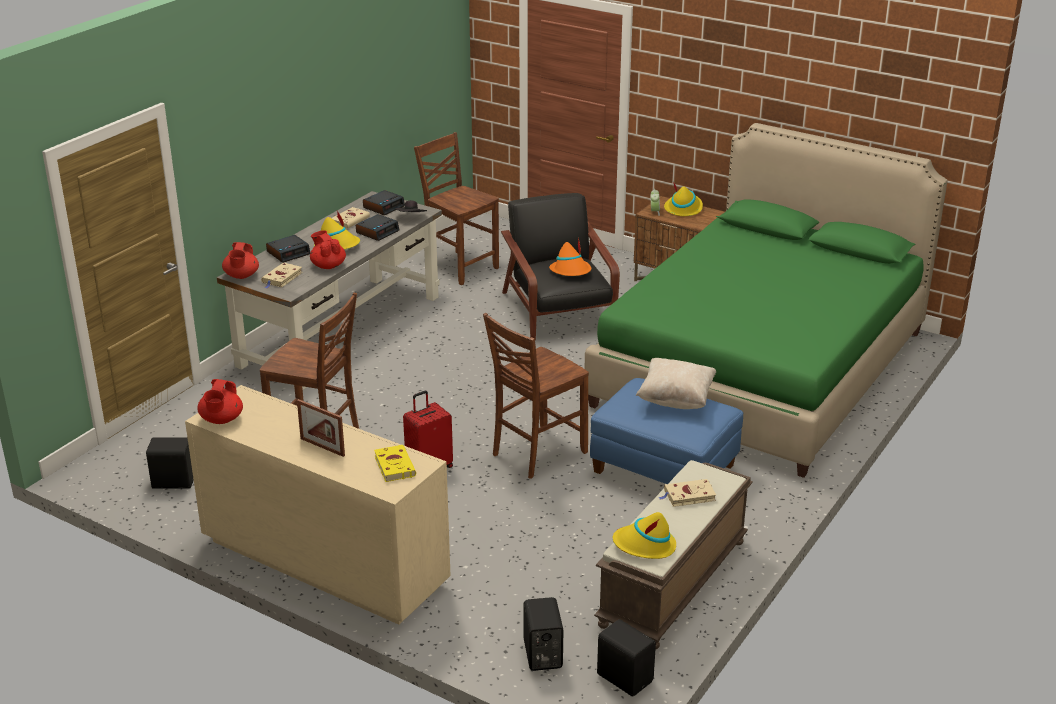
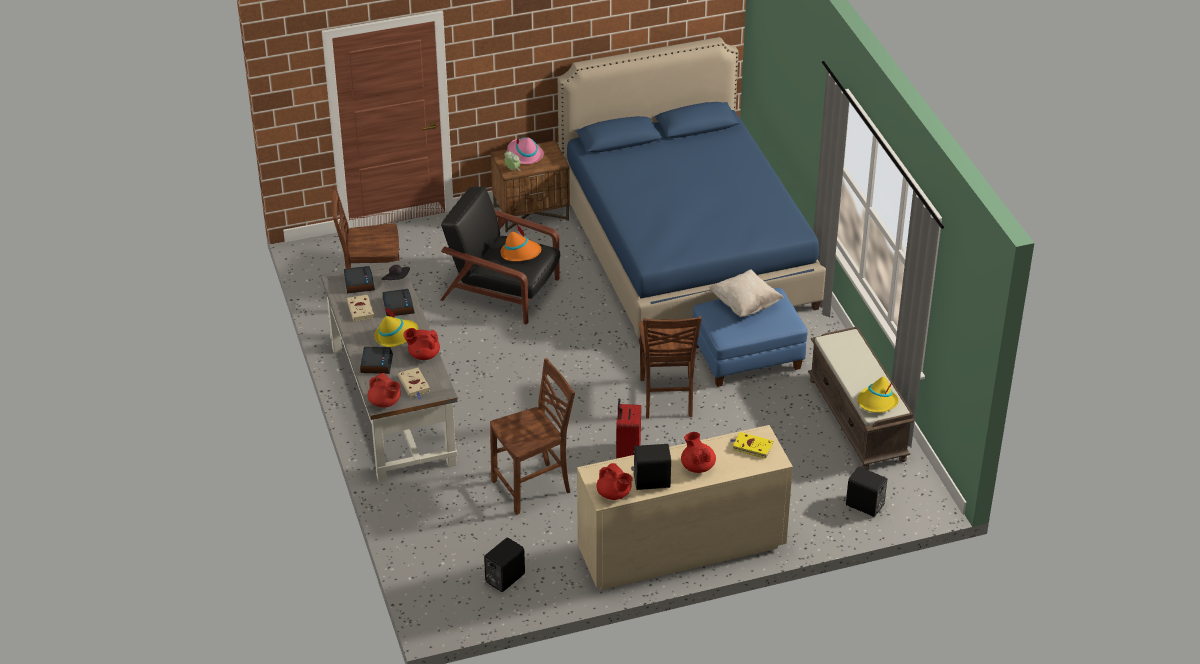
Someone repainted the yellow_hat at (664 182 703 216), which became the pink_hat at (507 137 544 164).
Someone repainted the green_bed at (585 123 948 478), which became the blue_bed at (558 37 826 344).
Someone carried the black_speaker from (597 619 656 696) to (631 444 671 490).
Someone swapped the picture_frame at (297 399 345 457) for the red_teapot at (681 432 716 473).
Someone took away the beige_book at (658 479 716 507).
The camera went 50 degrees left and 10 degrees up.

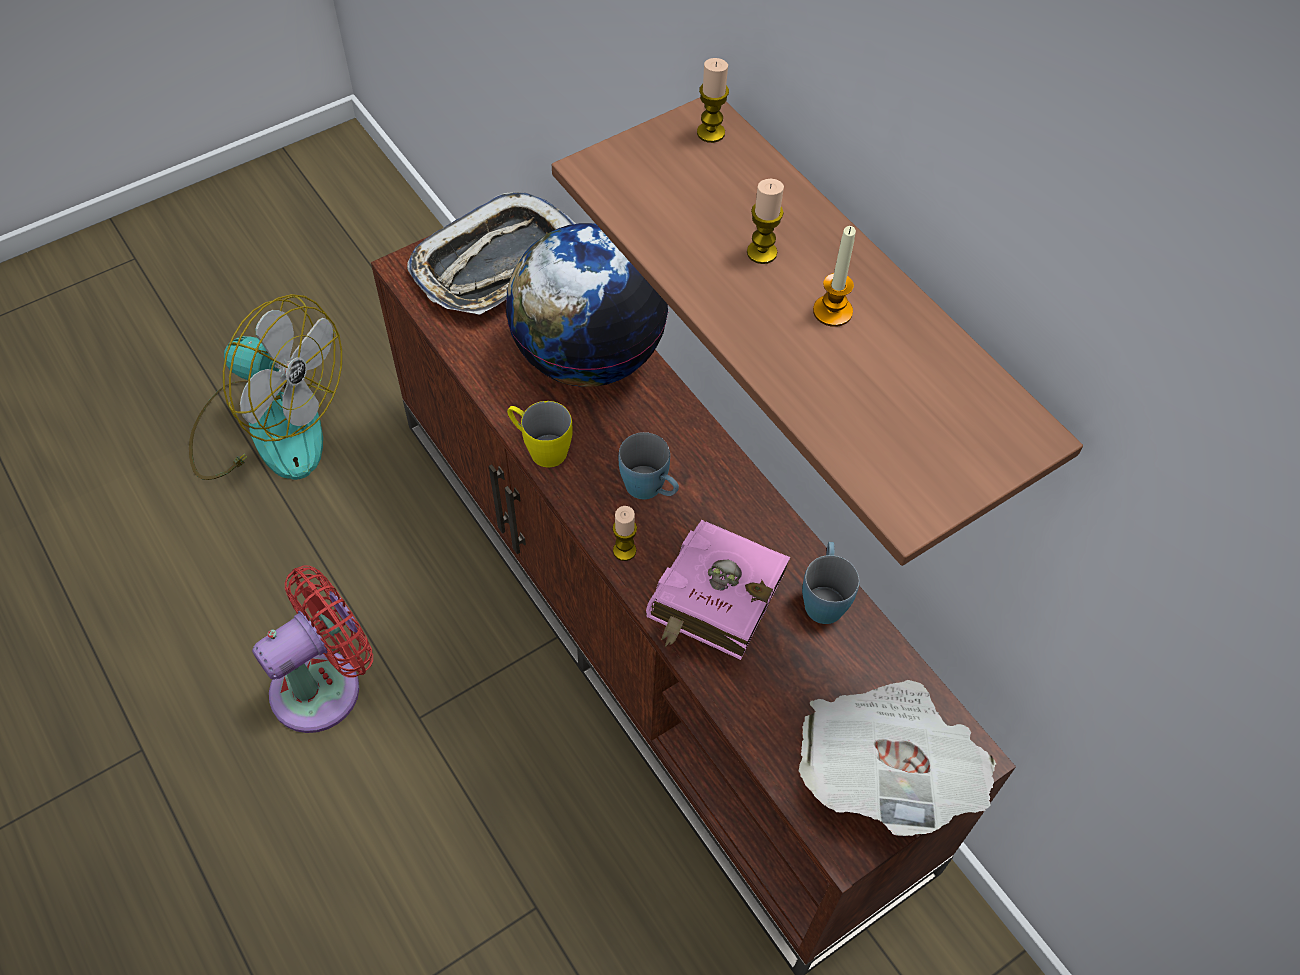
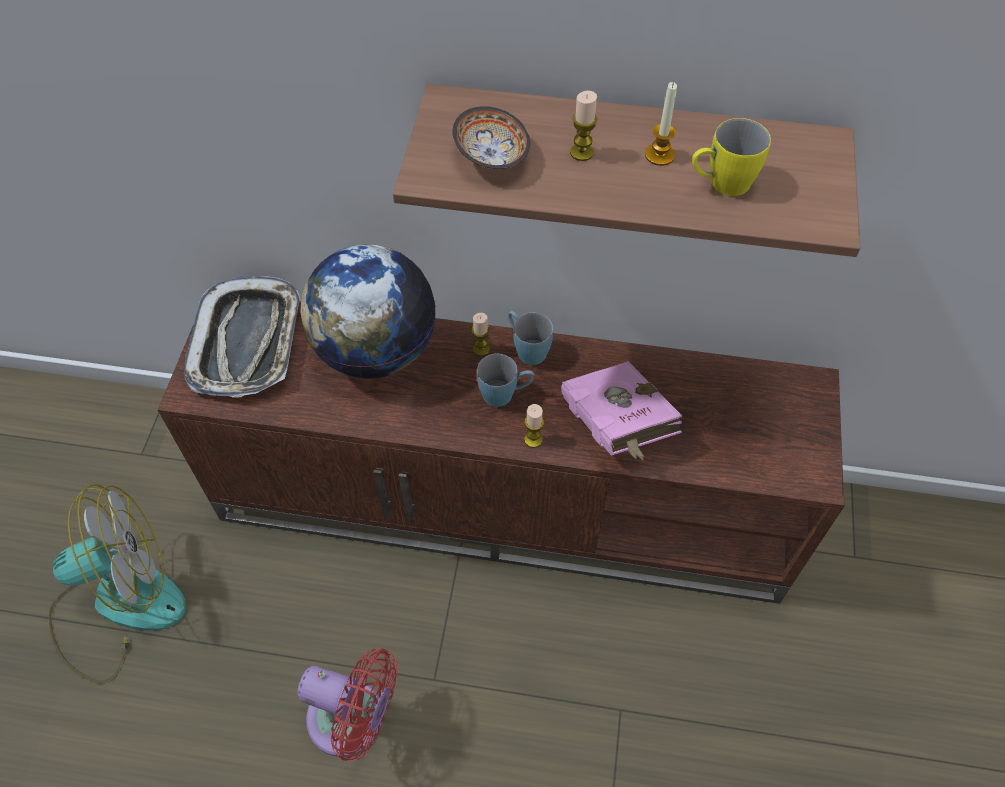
Someone rotated the red_fan at (252 566 373 733) by 105 degrees clockwise.
Someone put down the bowl at (452 106 530 169).
Someone carried the candle from (697 58 729 143) to (472 313 490 356).
Someone carried the blue_mug from (802 542 859 624) to (508 311 553 365).
Someone carried the yellow_mug from (507 401 572 467) to (692 118 771 196).
Someone took away the newspaper at (799 680 996 836).
The camera went 45 degrees left and 0 degrees up.

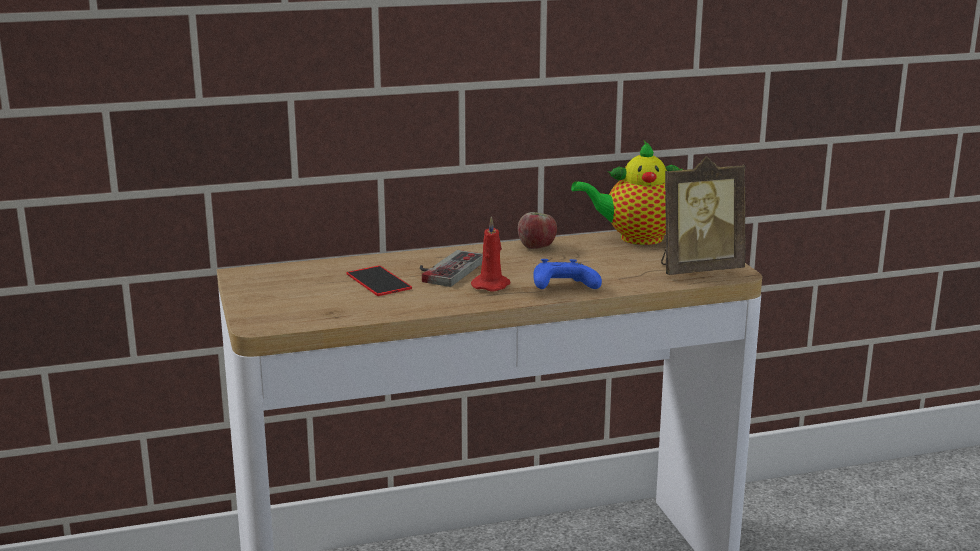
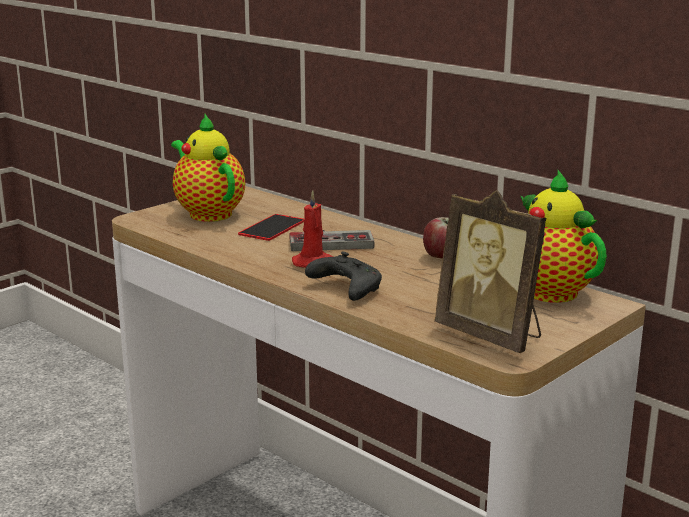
Someone put down the teapot at (171 114 245 222).
Someone repainted the blue_game_controller at (533 259 602 289), which became the black_game_controller at (305 252 382 301).
The camera went 60 degrees right and 0 degrees up.

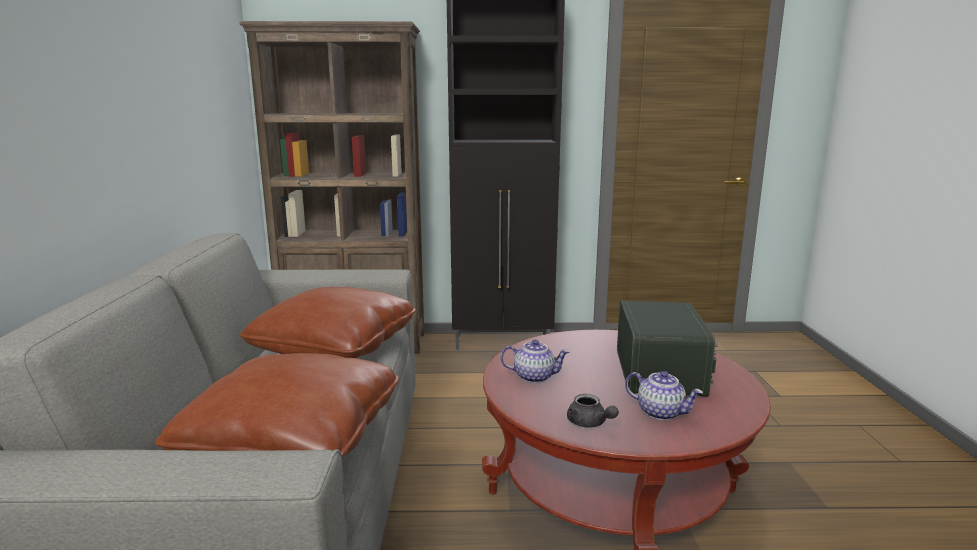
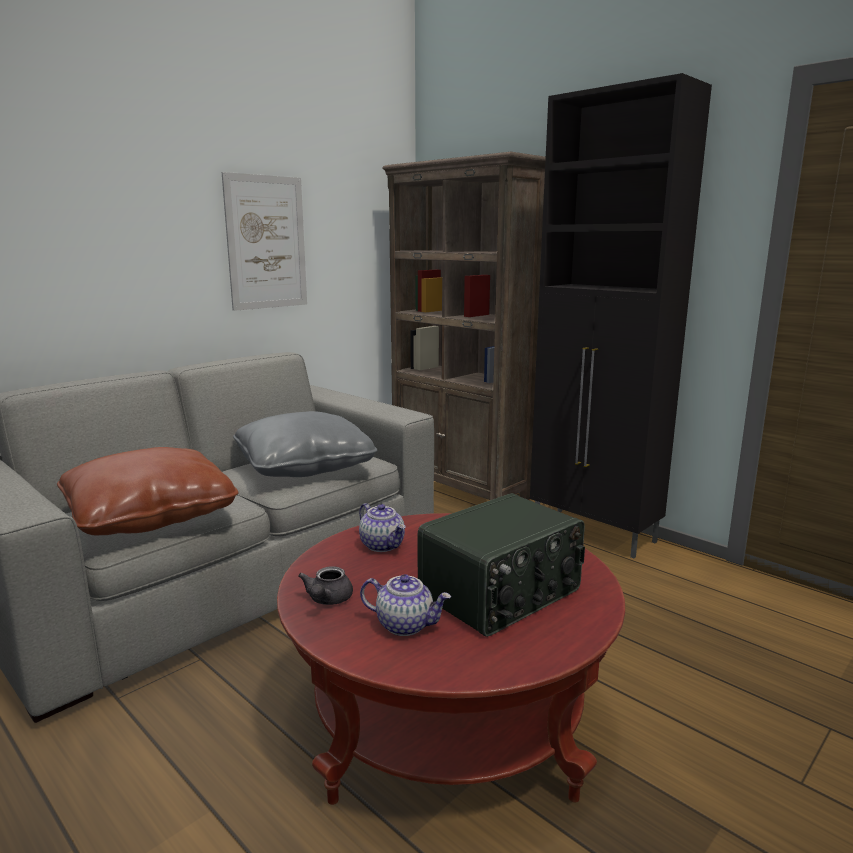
Someone put up the picture at (222 172 307 311).
Someone repainted the brown_pillow at (240 287 416 358), which became the grey_pillow at (233 411 377 477).
Someone rotated the teapot at (625 371 703 420) by 60 degrees counterclockwise.
The camera went 45 degrees right and 0 degrees up.

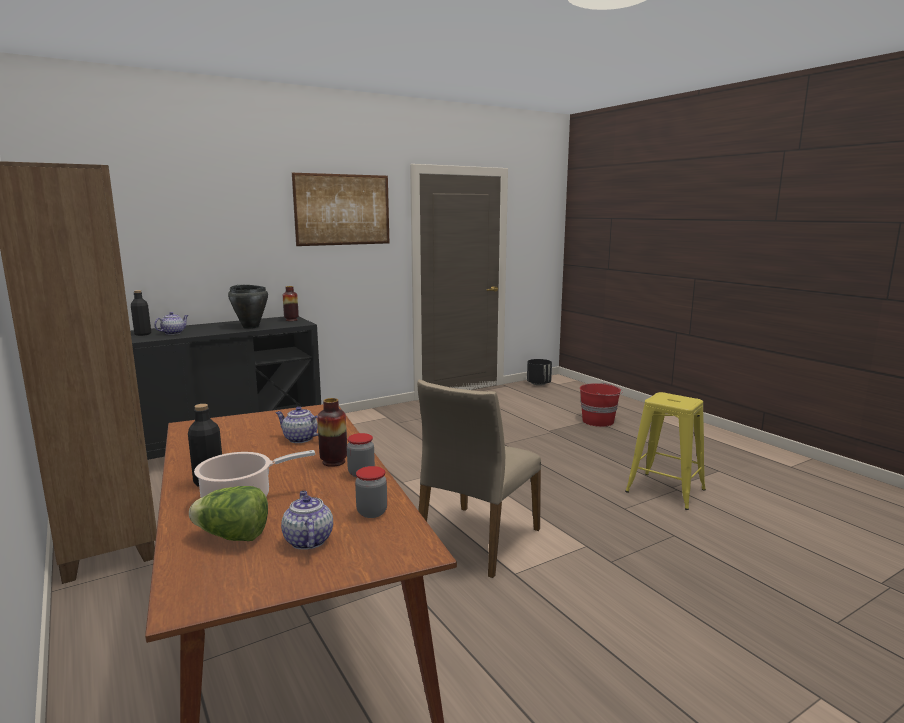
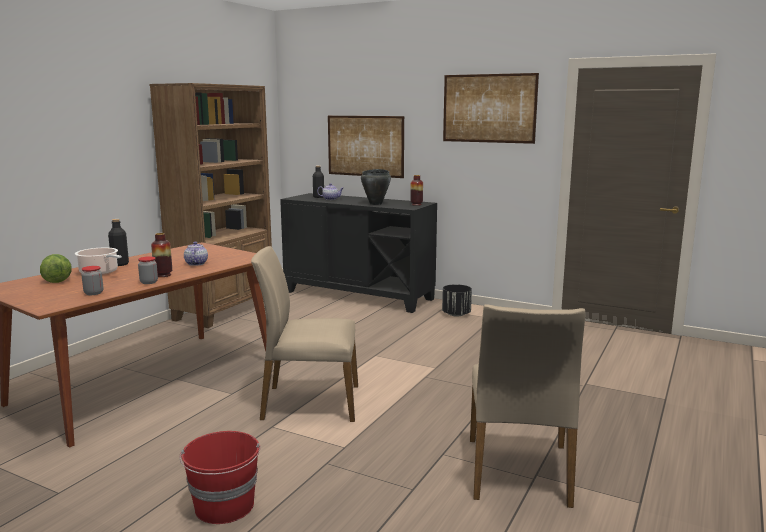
Someone carried the red_bucket from (580 382 623 427) to (179 431 260 524).
Someone put up the picture at (328 116 404 178).
Someone carried the black_planter from (527 359 552 386) to (442 284 472 317).
Someone swapped the yellow_stool at (625 392 706 510) for the beige_chair at (470 304 585 508).
Someone took away the teapot at (281 491 333 550).
The camera went 60 degrees right and 0 degrees up.

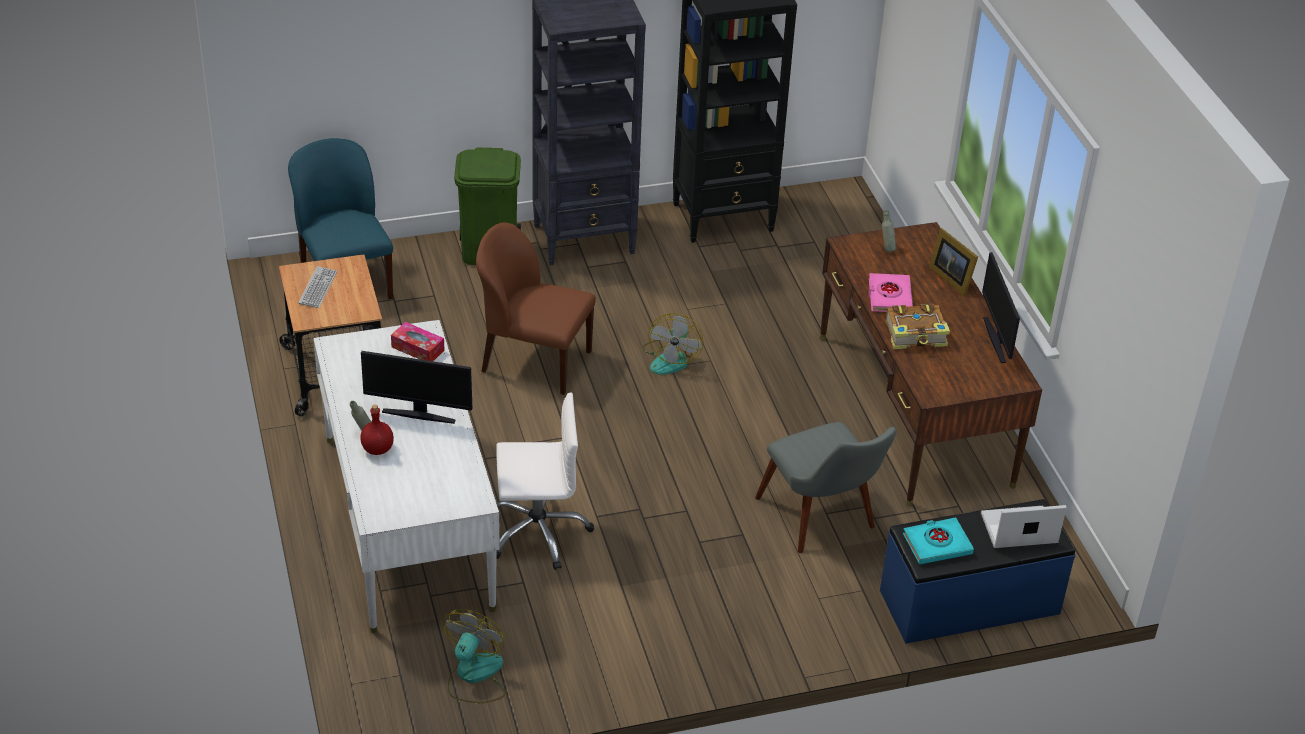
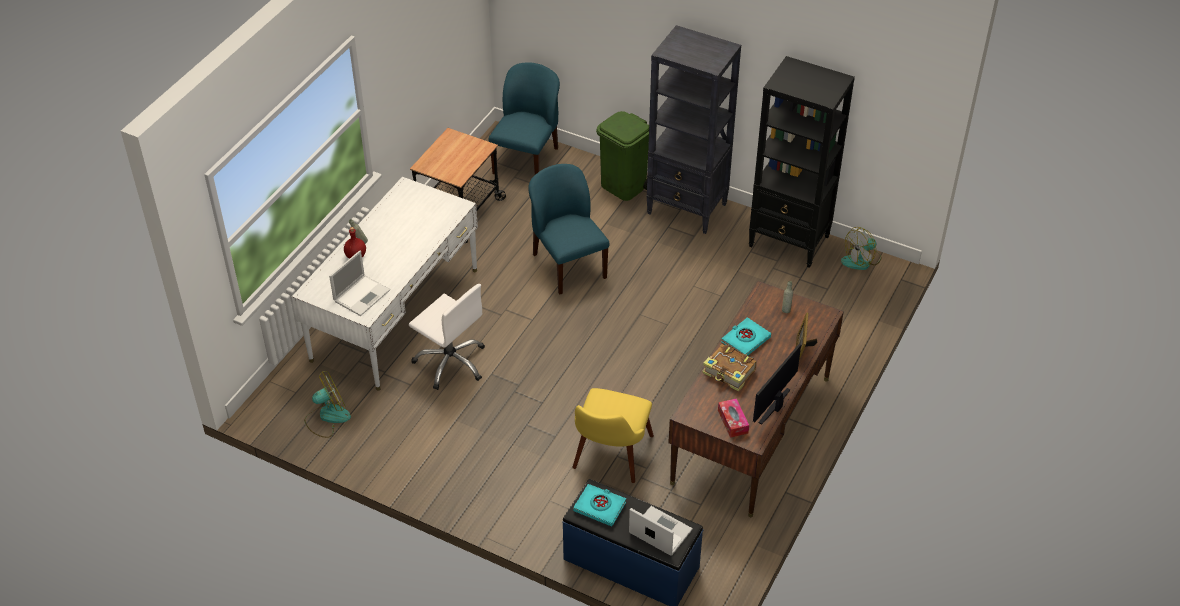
Someone put down the laptop at (329 250 390 316).
Someone repainted the brown_chair at (476 222 596 395), which became the blue_chair at (528 164 610 295).
Someone repainted the grey_chair at (755 422 897 553), which became the yellow_chair at (572 388 654 483).
Someone carried the tissue_box from (391 322 445 361) to (718 398 749 438).
Someone repainted the pink_book at (869 273 913 312), which became the turquoise_book at (721 317 771 355).
Someone carried the fan from (643 313 703 375) to (841 227 882 270).
Someone took away the keyboard at (299 266 337 308).
Someone took away the monitor at (361 351 473 424).
The camera went 45 degrees right and 5 degrees up.

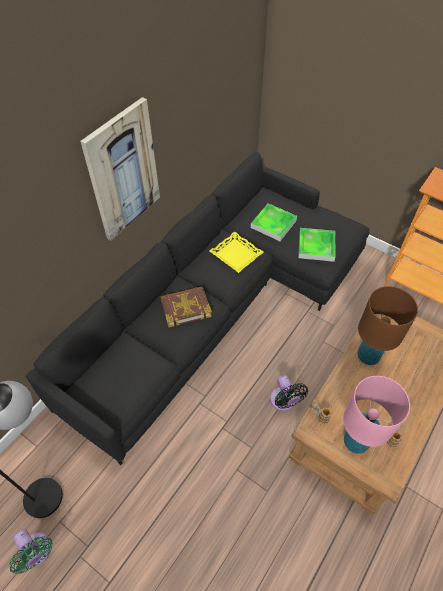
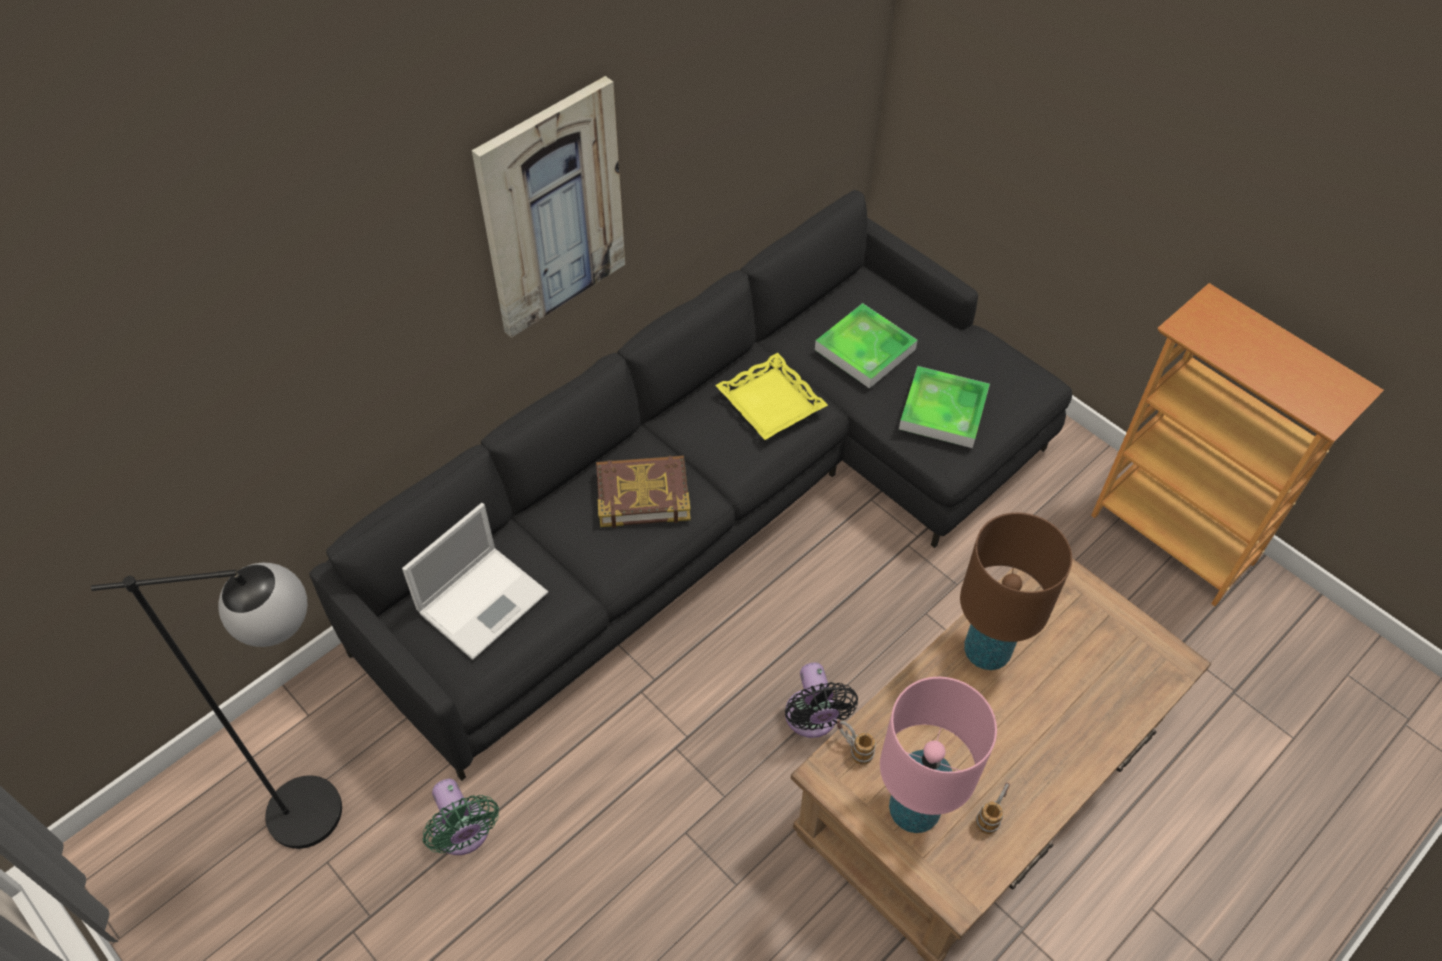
Someone put down the laptop at (402 503 548 660).
Someone carried the green_fan from (9 529 53 574) to (423 779 499 855).
The camera went 10 degrees right and 0 degrees up.

